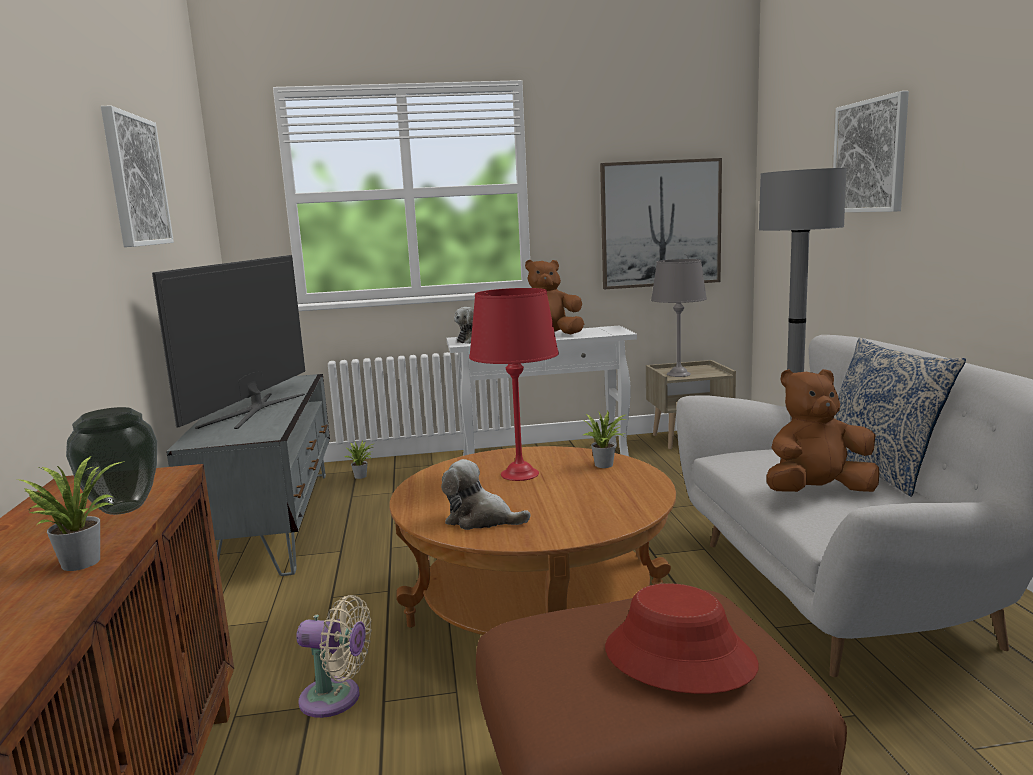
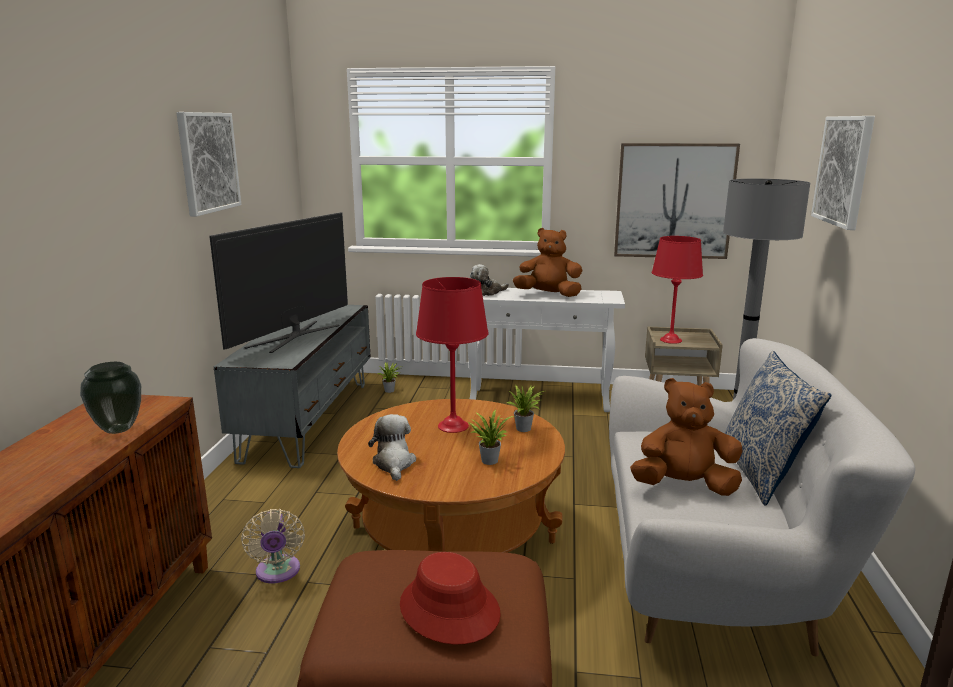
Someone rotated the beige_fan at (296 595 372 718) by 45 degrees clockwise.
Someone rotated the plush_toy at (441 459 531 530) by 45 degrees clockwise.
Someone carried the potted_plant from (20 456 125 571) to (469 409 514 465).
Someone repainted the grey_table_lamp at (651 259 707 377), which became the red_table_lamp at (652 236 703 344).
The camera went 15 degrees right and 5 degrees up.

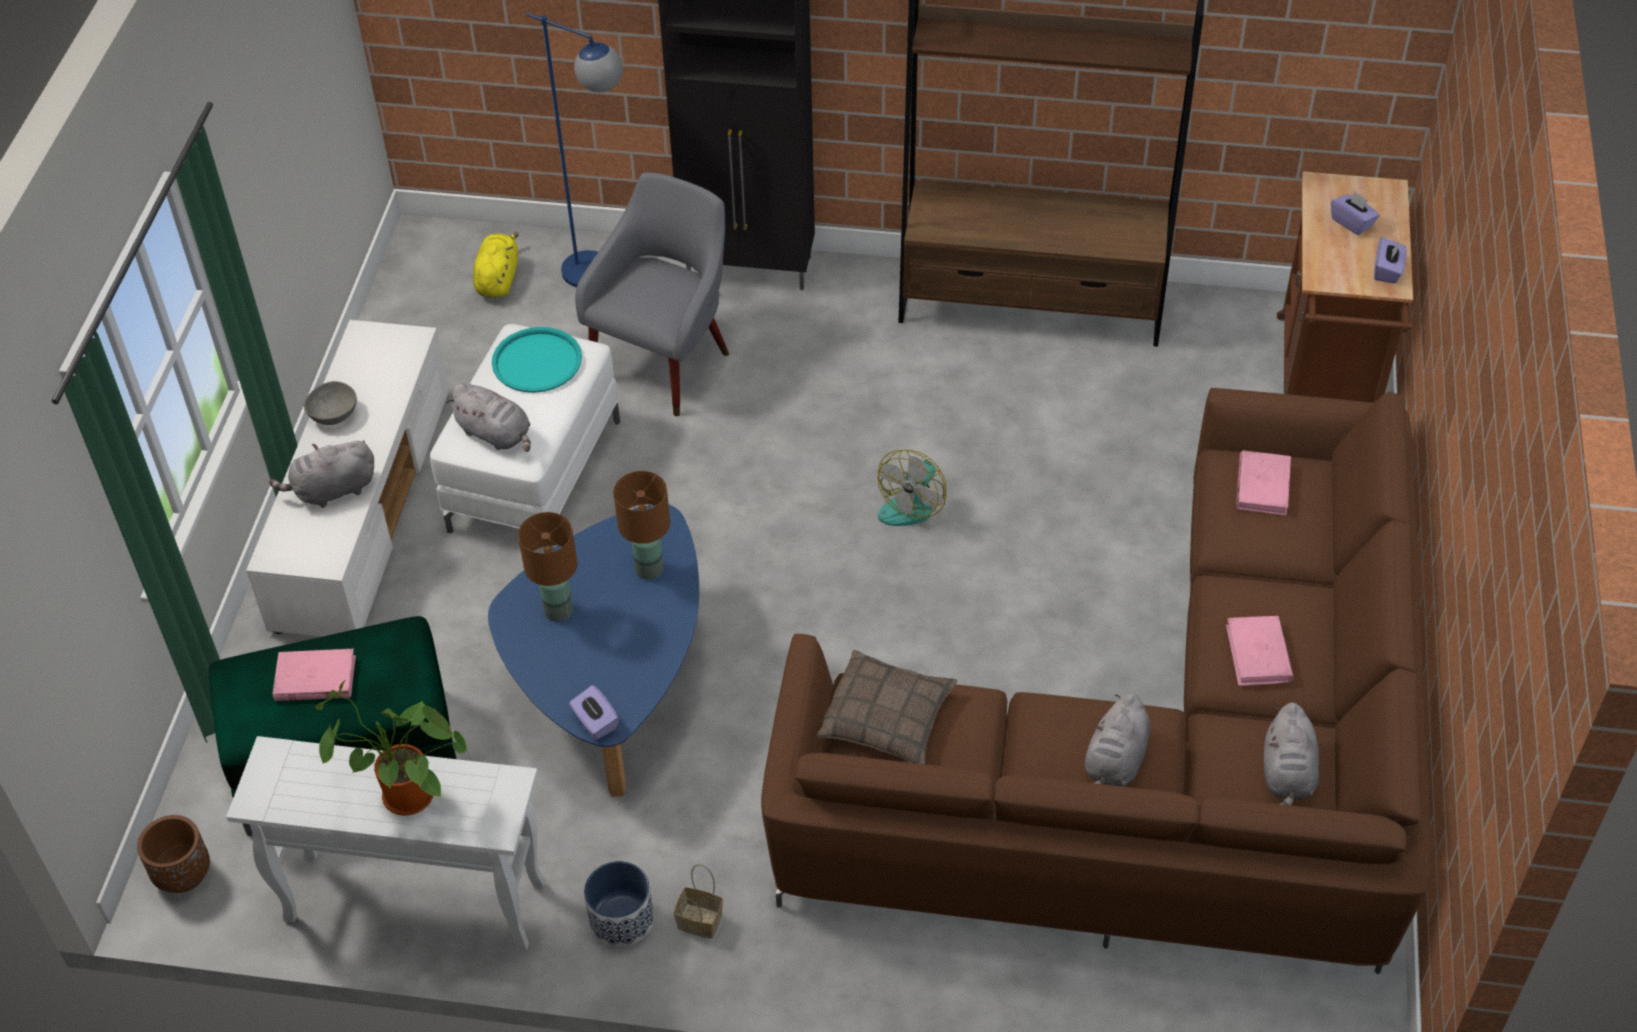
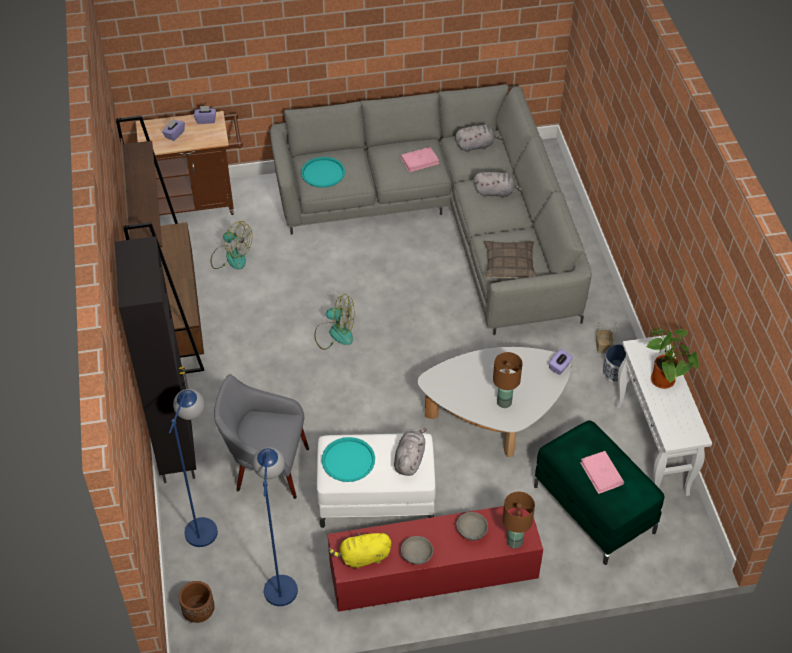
Someone carried the brown_planter from (137 815 210 893) to (179 581 215 623).
Someone put down the fan at (211 221 252 270).
Someone put down the blue_floor_lamp at (252 447 298 606).
Someone repainted the brown_sofa at (761 388 1431 974), which became the grey_sofa at (270 84 592 335).
Someone swapped the pink_book at (1236 450 1291 515) for the turquoise_tray at (301 157 345 188).
Someone repainted the white_tv_stand at (246 320 449 637), which became the red_tv_stand at (328 506 543 612).
Someone carried the yellow_plush_toy from (473 232 519 298) to (328 531 391 569).
Someone repainted the blue_coffee_table at (488 505 699 797), which became the white_coffee_table at (418 347 571 457).
Someone swapped the grey_plush_toy at (269 440 374 508) for the grey_bowl at (456 512 488 541).
Someone carried the brown_table_lamp from (613 471 670 580) to (502 491 535 549).
The camera went 110 degrees left and 0 degrees up.

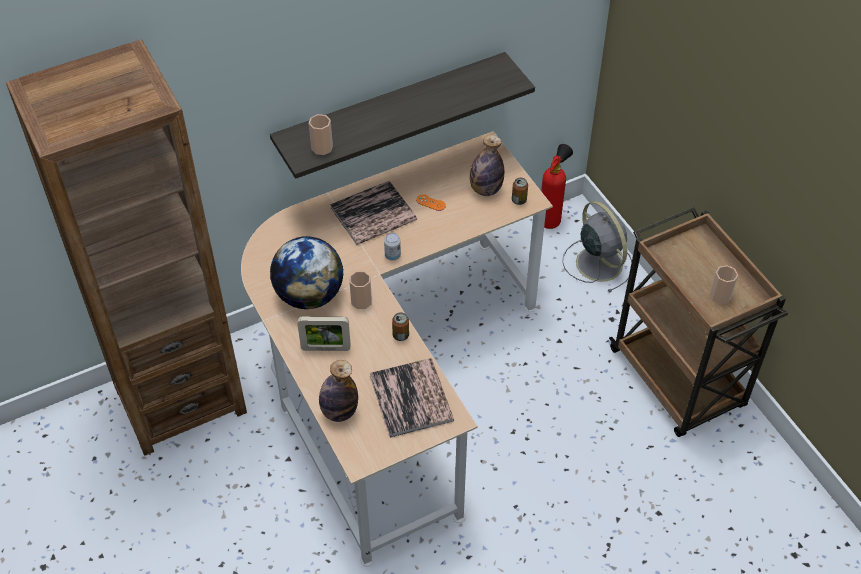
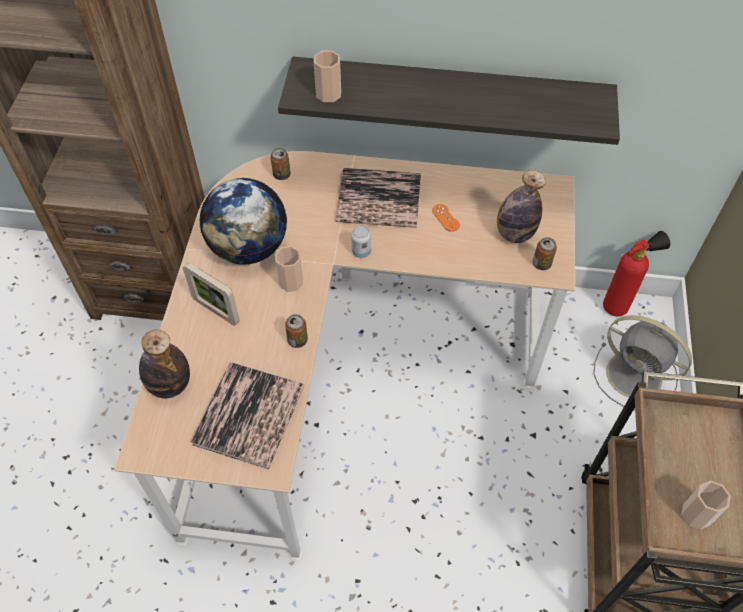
Someone put down the can at (270 148 291 180).
Someone rotated the grey_fan at (562 201 632 293) by 120 degrees clockwise.
The camera went 35 degrees right and 5 degrees up.

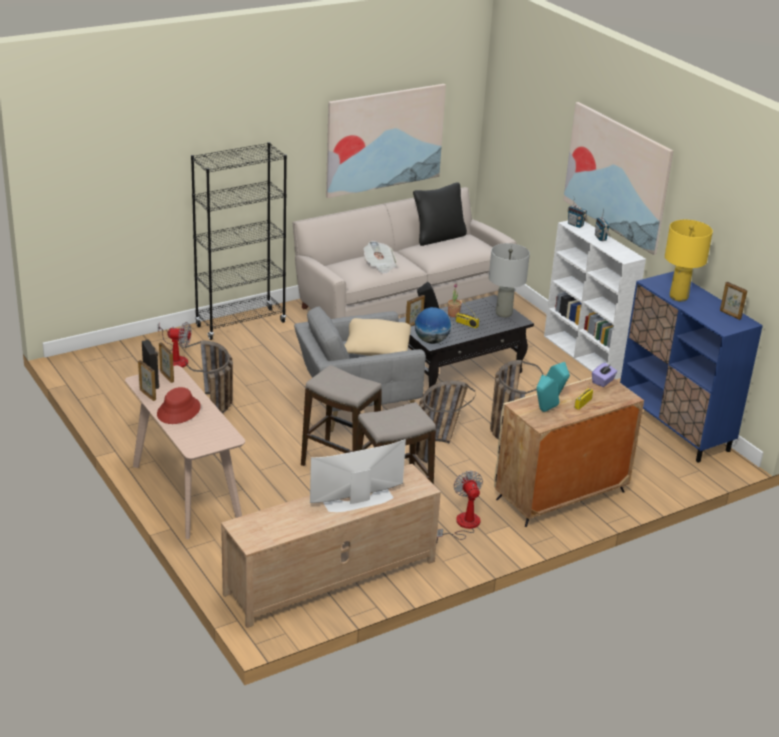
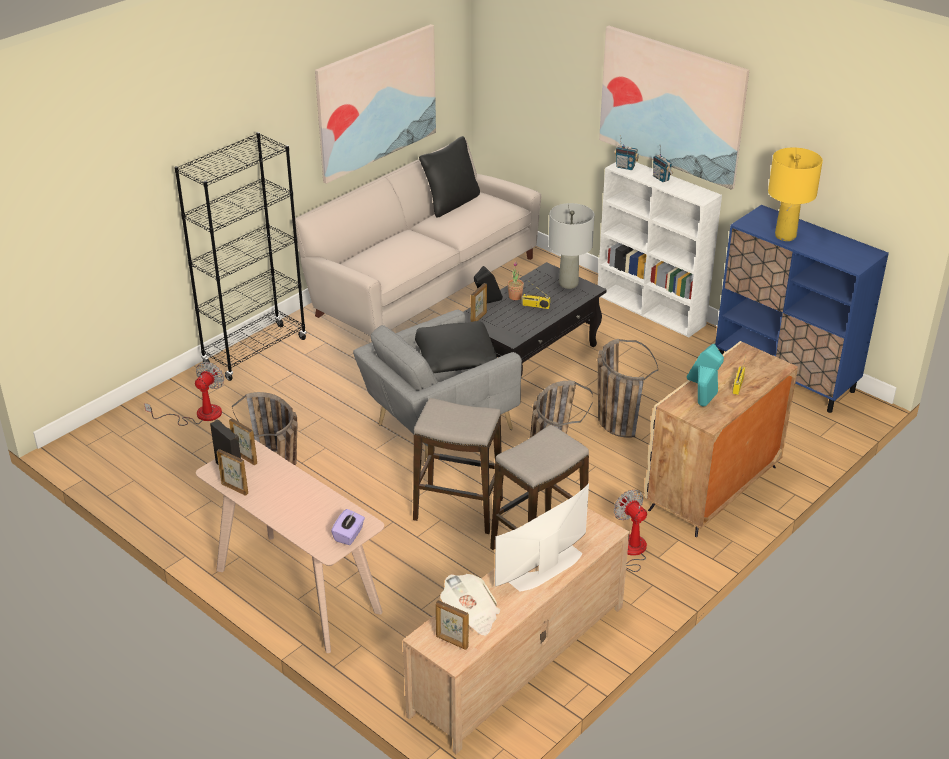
Someone rotated the fan at (158 322 192 368) by 60 degrees counterclockwise.
Someone carried the purple_tissue_box from (592 363 617 387) to (331 509 365 545).
Someone repainted the beige_pillow at (344 318 411 356), which became the black_pillow at (415 321 497 373).
Someone carried the picture_frame from (720 282 747 320) to (436 600 469 650).
Someone carried the newspaper from (364 241 397 274) to (440 574 501 636).
Someone took away the red_hat at (157 387 201 424).
Someone took away the globe at (415 307 451 344).
The camera went 15 degrees left and 5 degrees up.

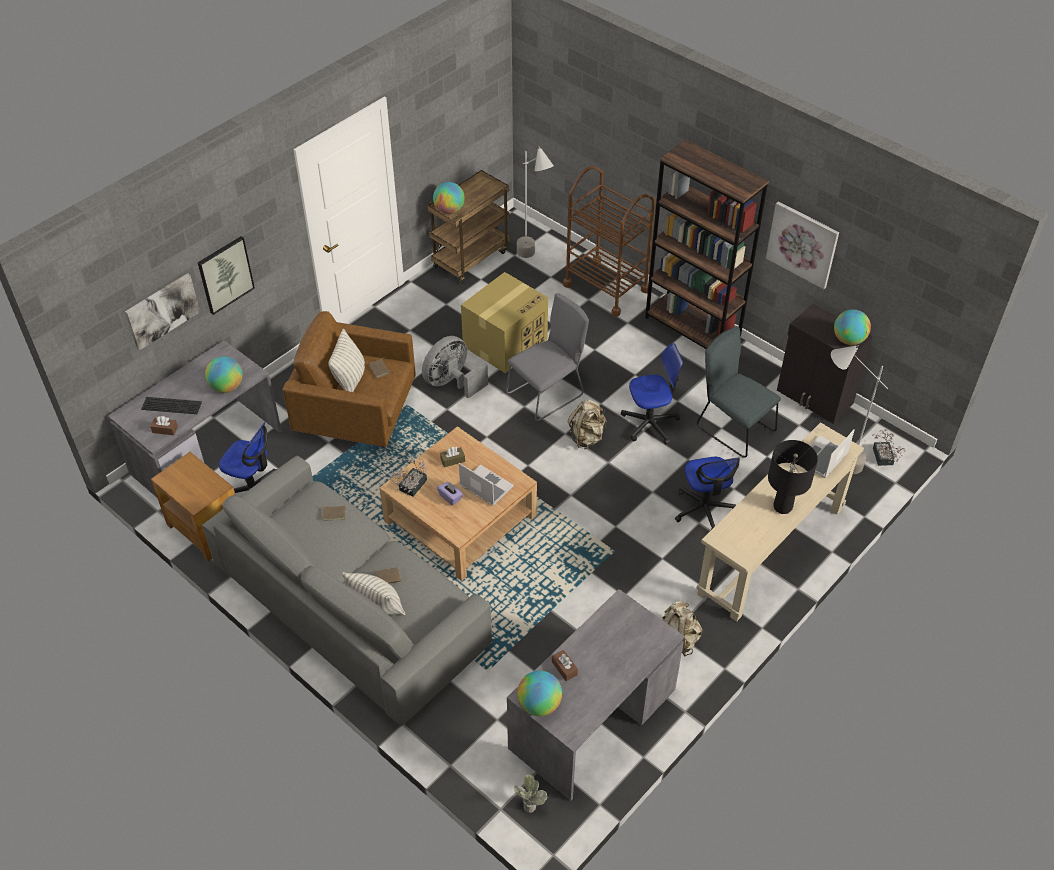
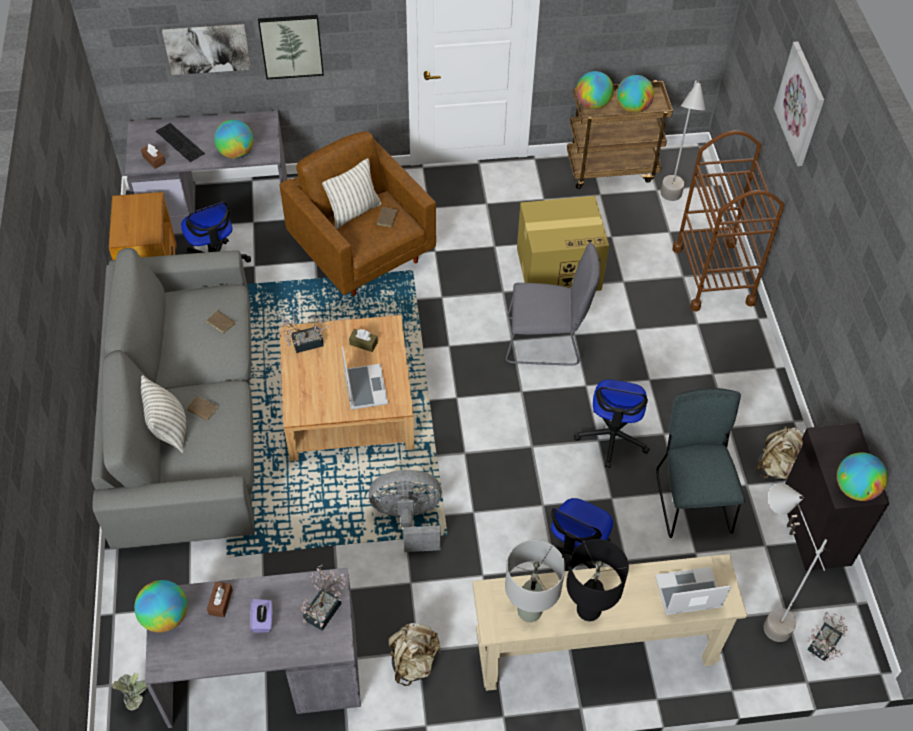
Someone carried the purple_tissue_box from (437 482 463 506) to (250 599 272 633).
Someone put down the potted_plant at (301 565 349 631).
Someone carried the grey_fan from (422 336 488 399) to (369 470 442 552).
Someone put down the grey_table_lamp at (505 540 565 622).
Someone rotated the office_chair at (621 343 683 445) by 75 degrees clockwise.
Someone put down the globe at (617 75 654 113).
Someone carried the beige_backpack from (568 399 606 449) to (757 426 803 480).
Someone carried the picture from (766 201 839 289) to (774 42 824 166).
Someone took away the brown_bookcase at (645 140 769 349).
The camera went 40 degrees right and 5 degrees up.

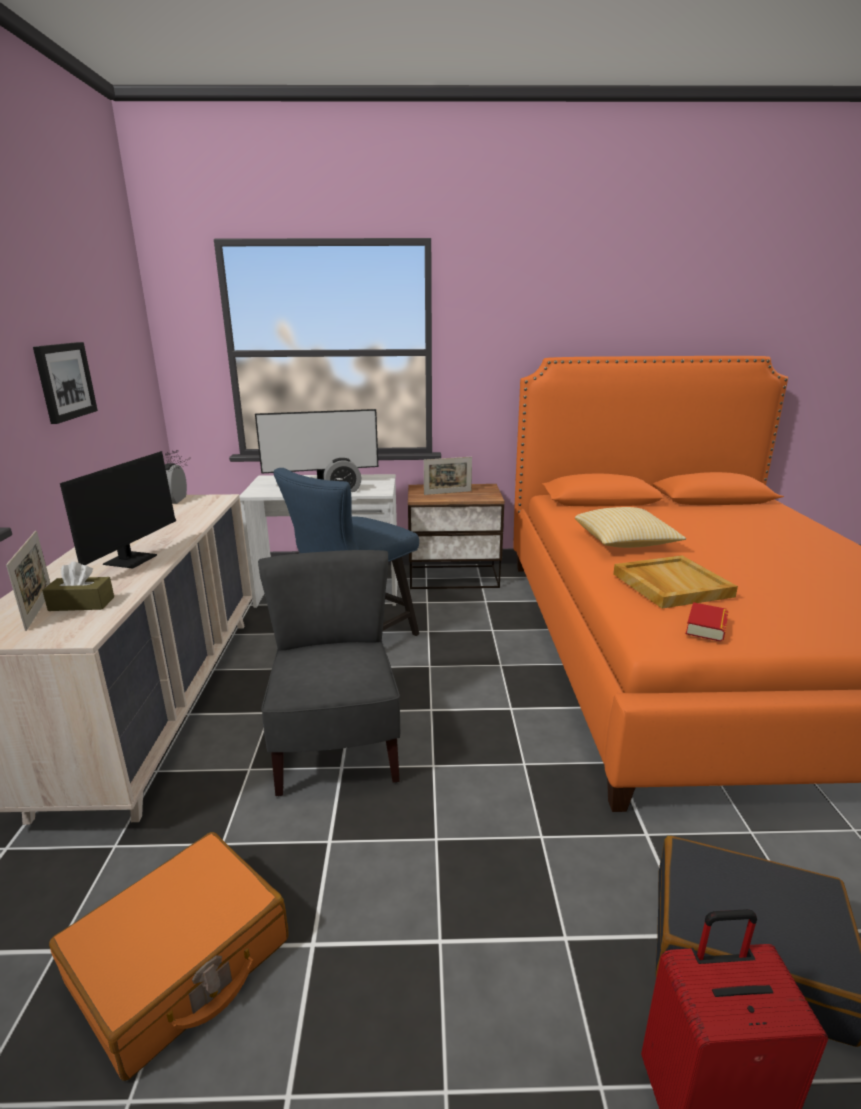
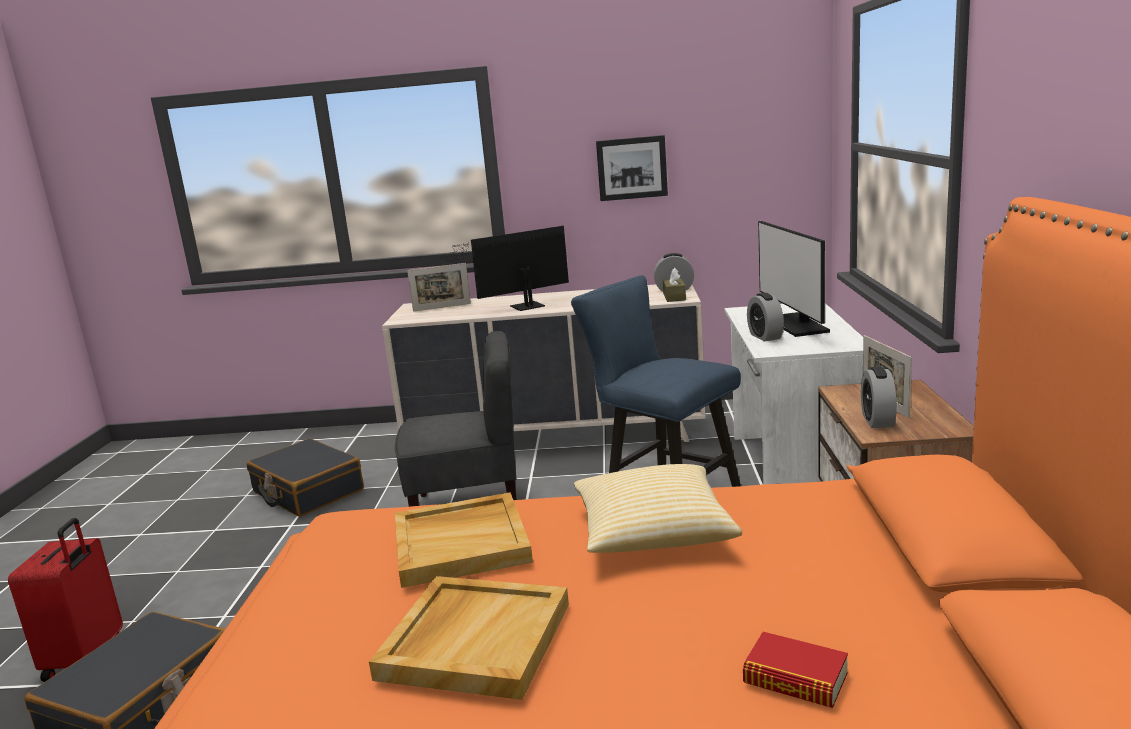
Someone repainted the orange_suitcase at (49 832 289 1081), which became the black_suitcase at (247 438 364 517).
Someone put down the beige_tray at (369 576 569 700).
Someone rotated the monitor at (60 451 190 569) by 135 degrees clockwise.
Someone carried the brown_tissue_box from (42 561 114 611) to (663 268 686 302).
Someone carried the book from (686 602 729 642) to (743 632 848 708).
Someone put down the alarm_clock at (861 367 897 428).
The camera went 95 degrees right and 5 degrees down.

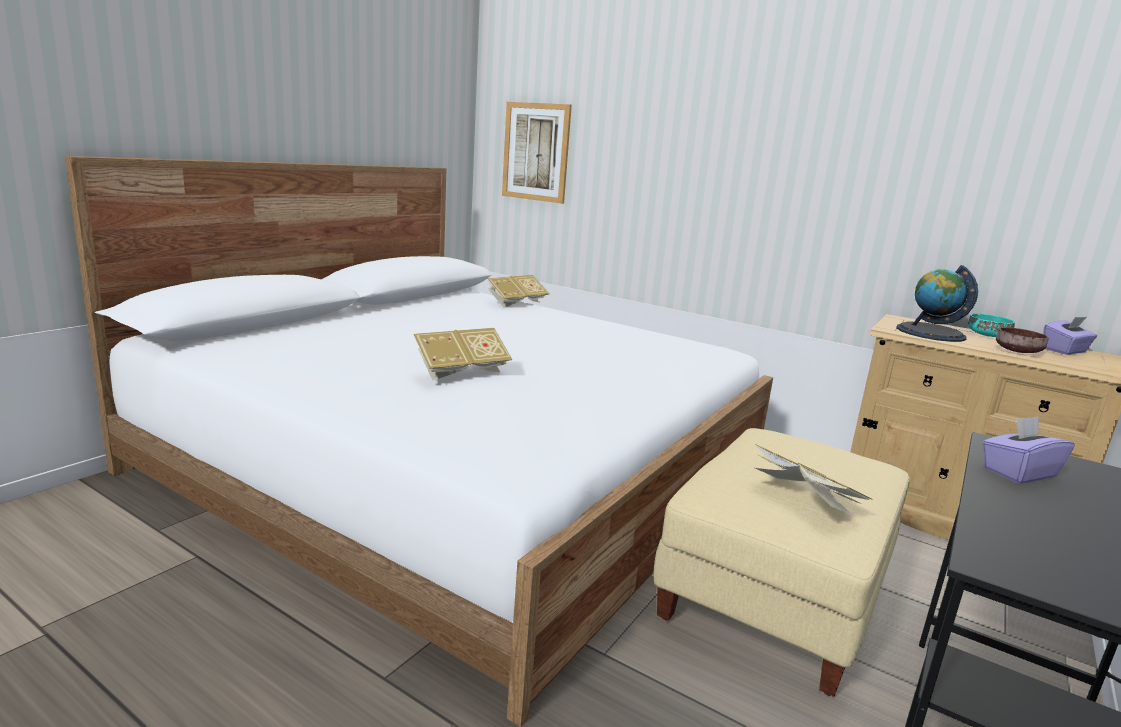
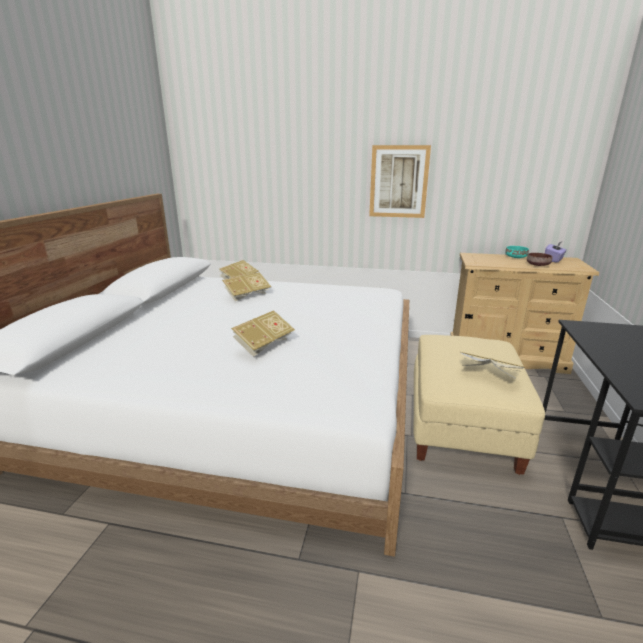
Someone put down the book at (222 272 271 302).
Someone carried the picture from (502 102 572 204) to (369 145 431 218).
Someone took away the globe at (896 265 978 342).
Someone took away the purple_tissue_box at (982 416 1075 484).
The camera went 20 degrees left and 5 degrees up.

